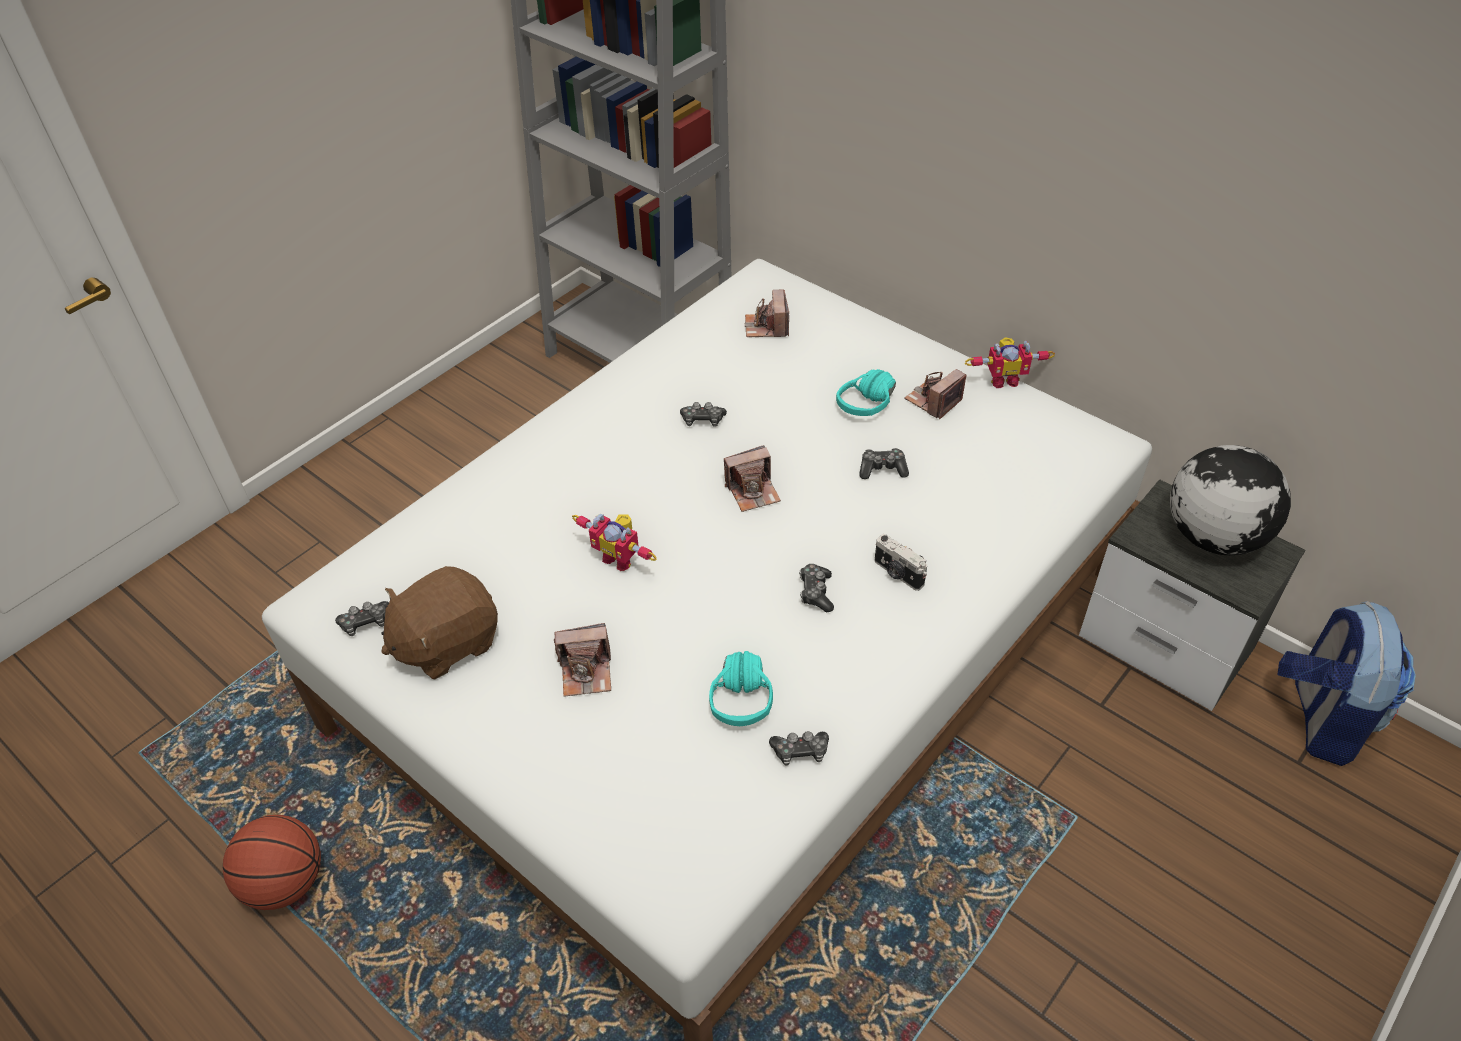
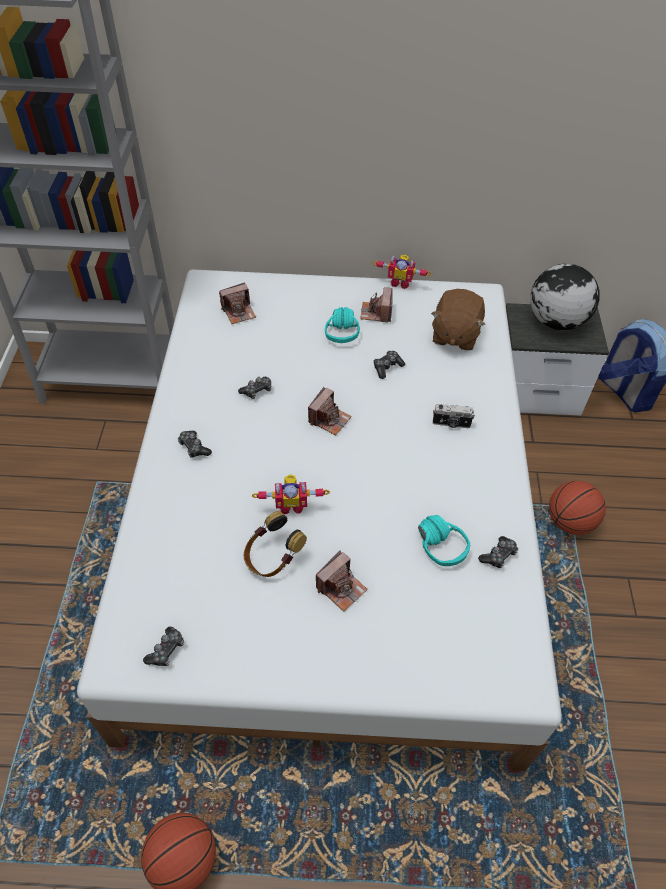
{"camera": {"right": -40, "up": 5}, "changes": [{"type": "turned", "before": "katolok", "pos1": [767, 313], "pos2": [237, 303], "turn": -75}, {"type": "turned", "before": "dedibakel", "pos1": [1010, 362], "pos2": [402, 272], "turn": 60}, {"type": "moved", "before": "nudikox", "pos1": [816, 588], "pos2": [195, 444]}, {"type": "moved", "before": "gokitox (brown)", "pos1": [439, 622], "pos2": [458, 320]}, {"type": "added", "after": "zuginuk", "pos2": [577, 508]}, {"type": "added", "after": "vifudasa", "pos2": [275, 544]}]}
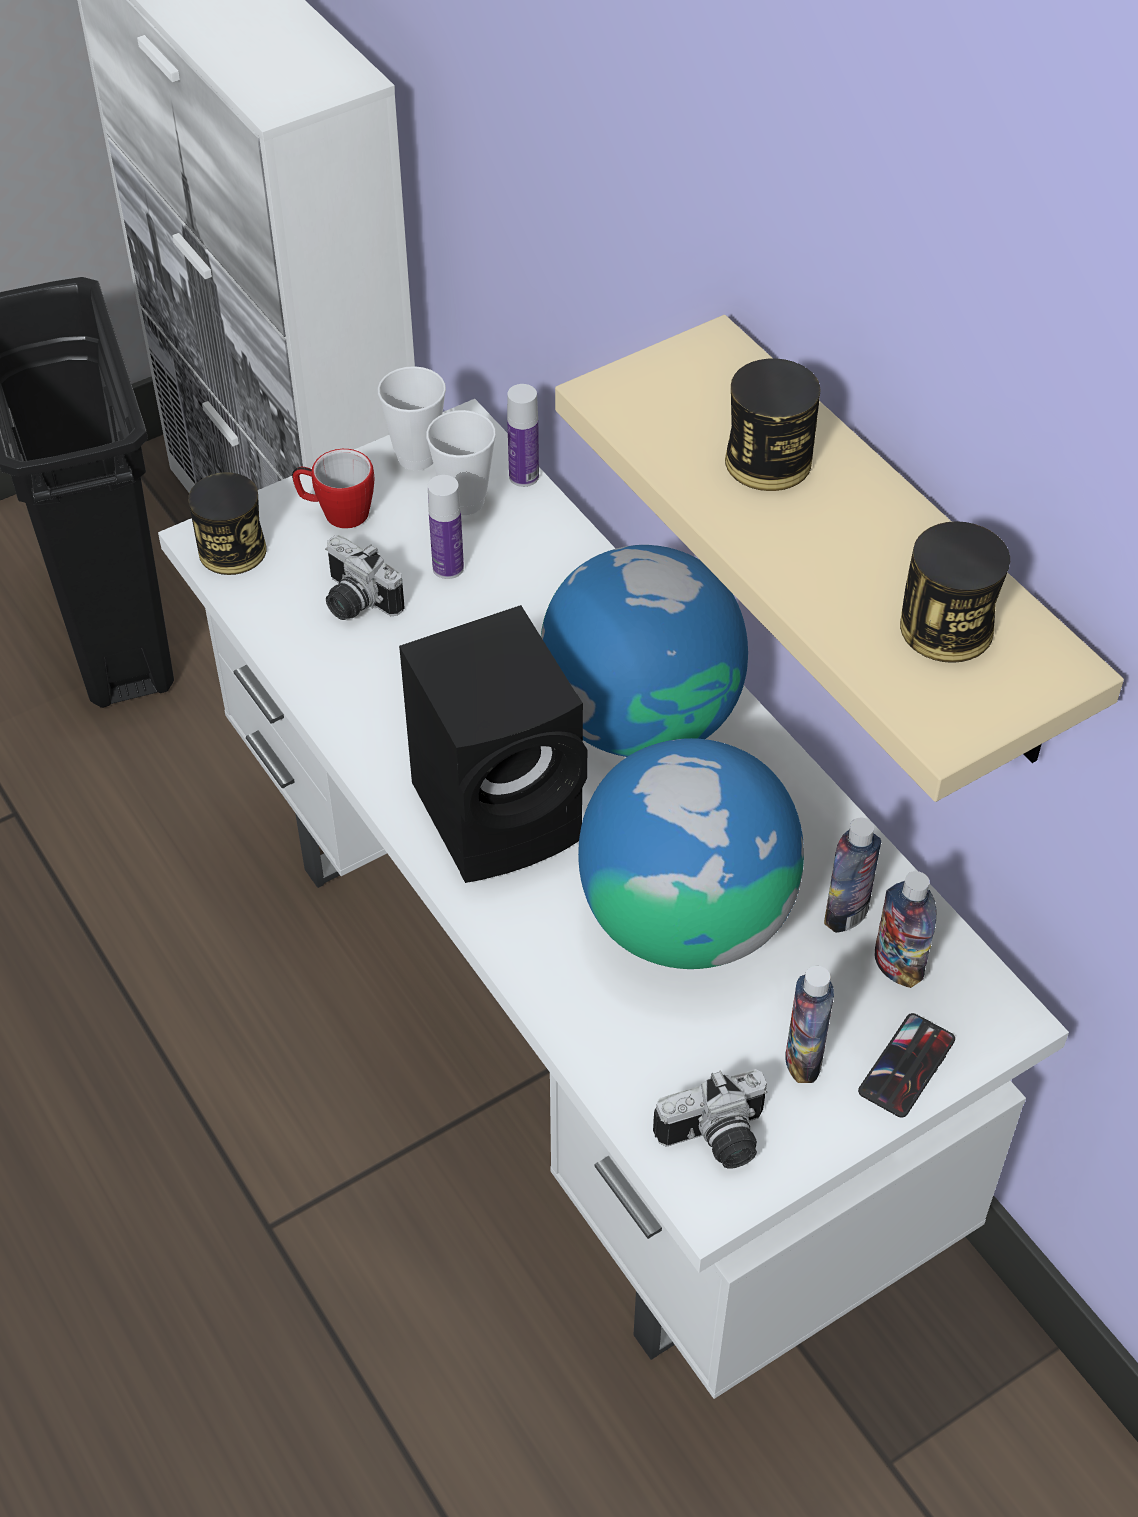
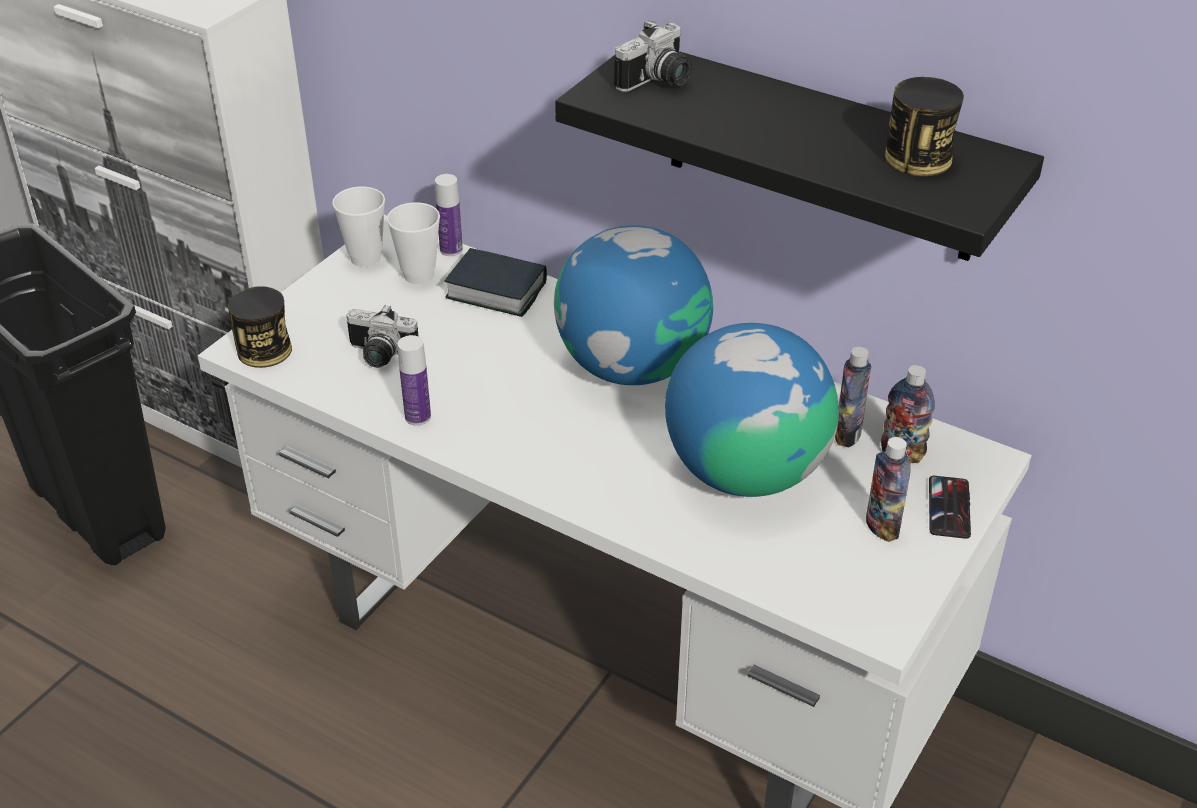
{"camera": {"right": -25, "up": -10}, "changes": [{"type": "recoloured", "before": "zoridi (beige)", "after": "zoridi (black)", "pos1": [839, 558], "pos2": [799, 156]}, {"type": "removed", "before": "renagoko", "pos1": [773, 424]}, {"type": "removed", "before": "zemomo", "pos1": [333, 488]}, {"type": "moved", "before": "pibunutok", "pos1": [446, 527], "pos2": [414, 380]}, {"type": "removed", "before": "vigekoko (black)", "pos1": [493, 744]}, {"type": "moved", "before": "katolok", "pos1": [710, 1119], "pos2": [653, 56]}, {"type": "added", "after": "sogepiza", "pos2": [496, 282]}]}
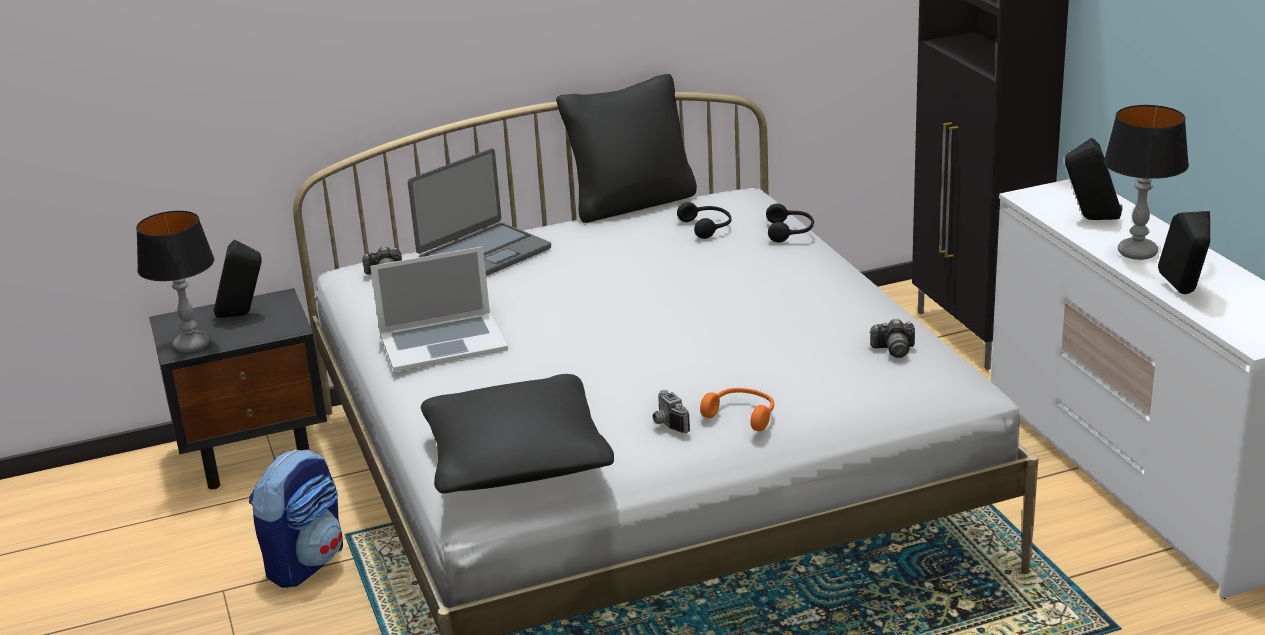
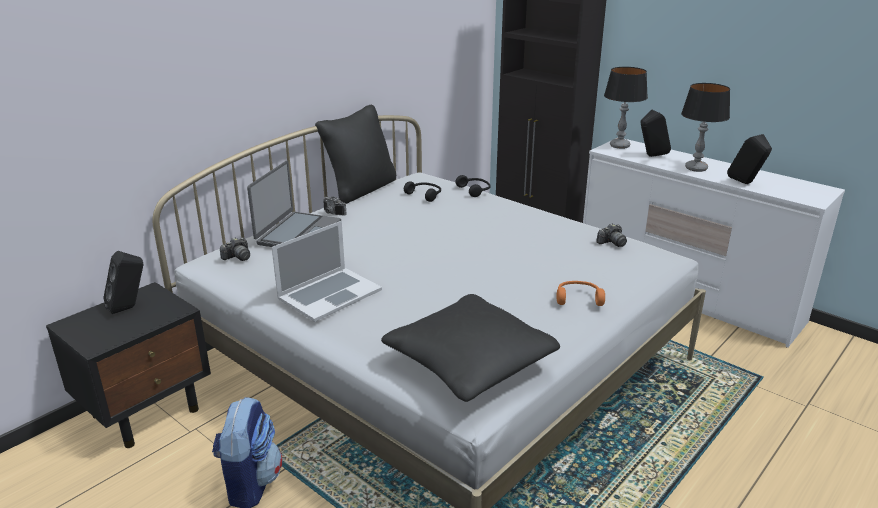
{"camera": {"right": -30, "up": 0}, "changes": [{"type": "moved", "before": "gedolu", "pos1": [175, 281], "pos2": [626, 108]}, {"type": "moved", "before": "katolok", "pos1": [671, 411], "pos2": [335, 205]}]}
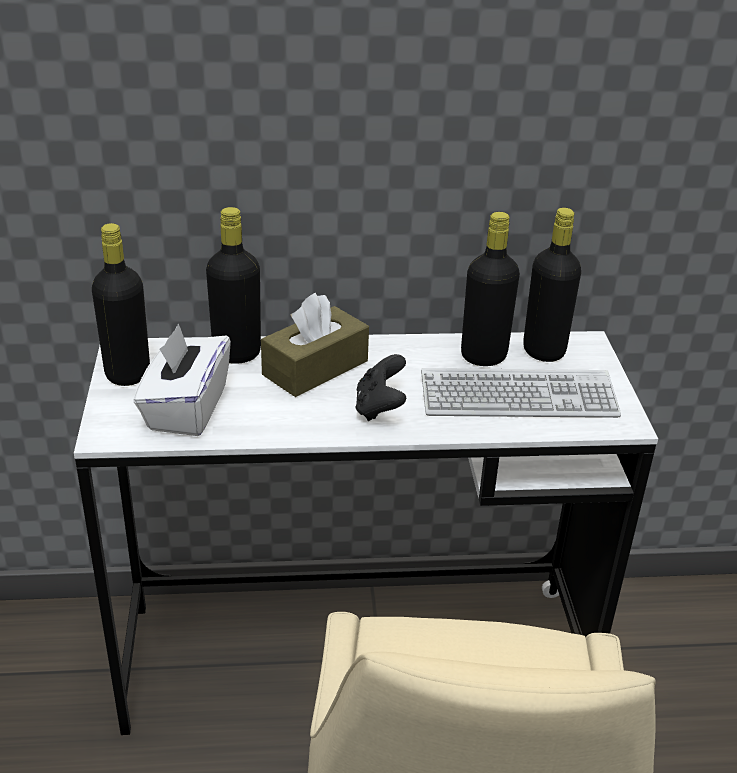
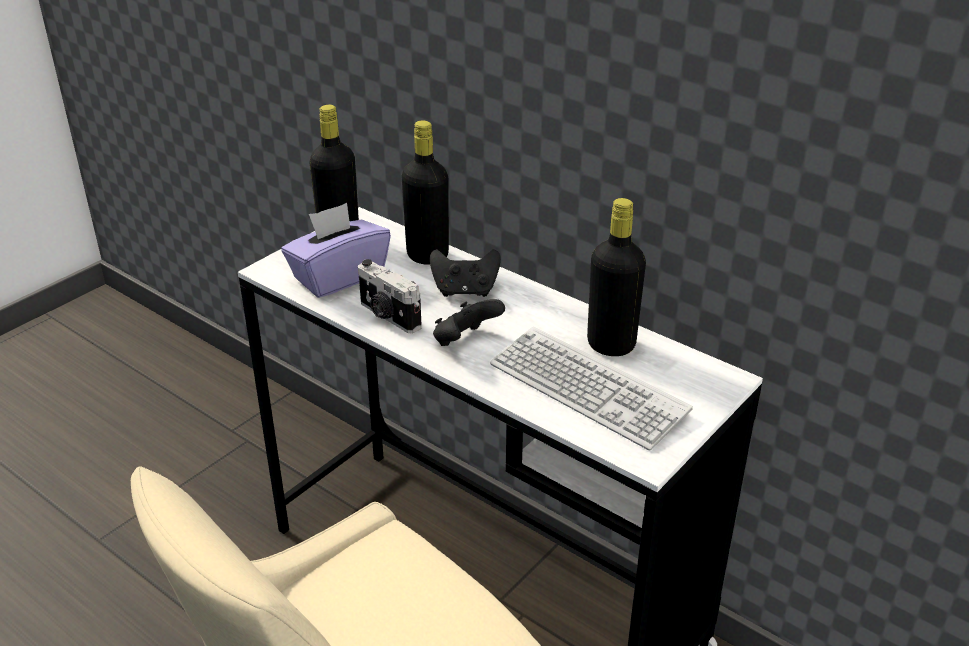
{"camera": {"right": 45, "up": 0}, "changes": [{"type": "removed", "before": "pibunutok (black)", "pos1": [552, 285]}, {"type": "replaced", "before": "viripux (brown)", "after": "nudikox (black)", "pos1": [315, 345], "pos2": [465, 273]}, {"type": "recoloured", "before": "viripux (white)", "after": "viripux (purple)", "pos1": [182, 380], "pos2": [336, 250]}, {"type": "added", "after": "katolok", "pos2": [390, 296]}]}
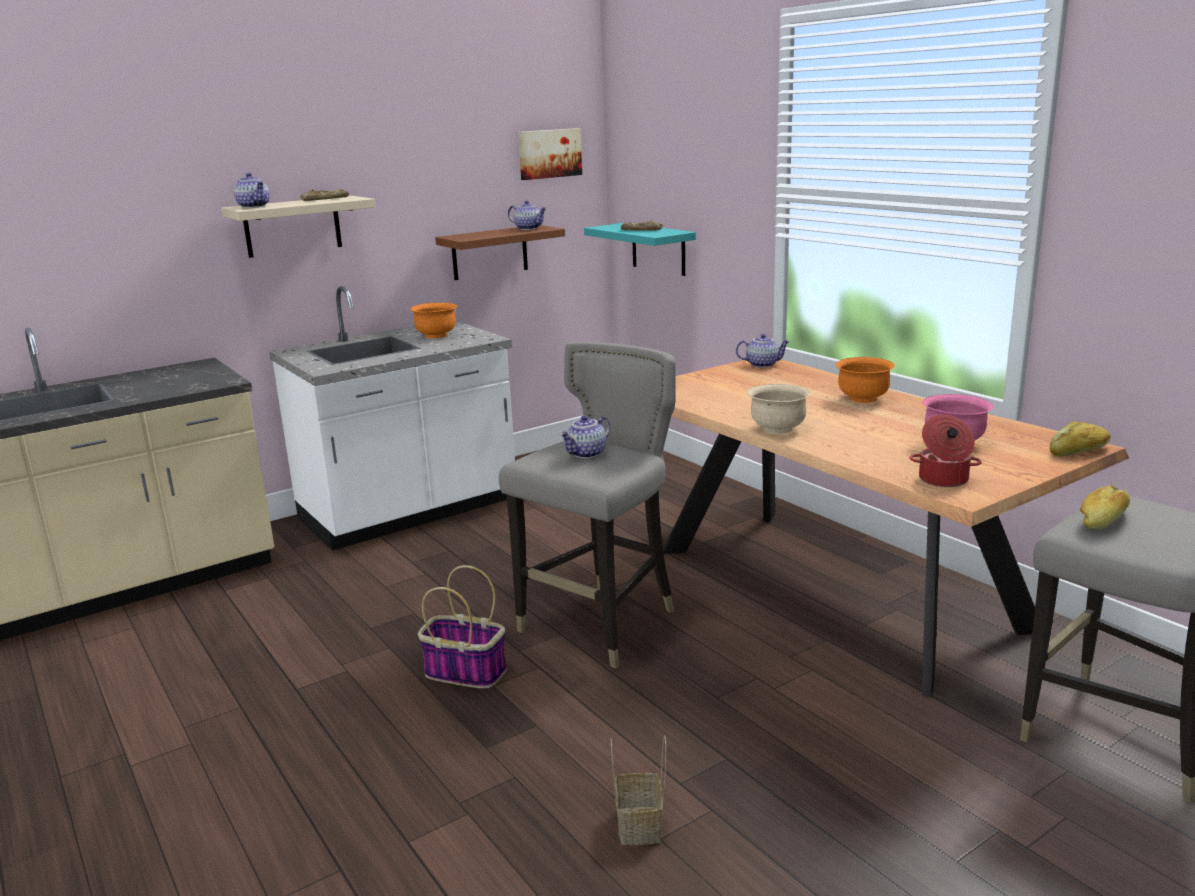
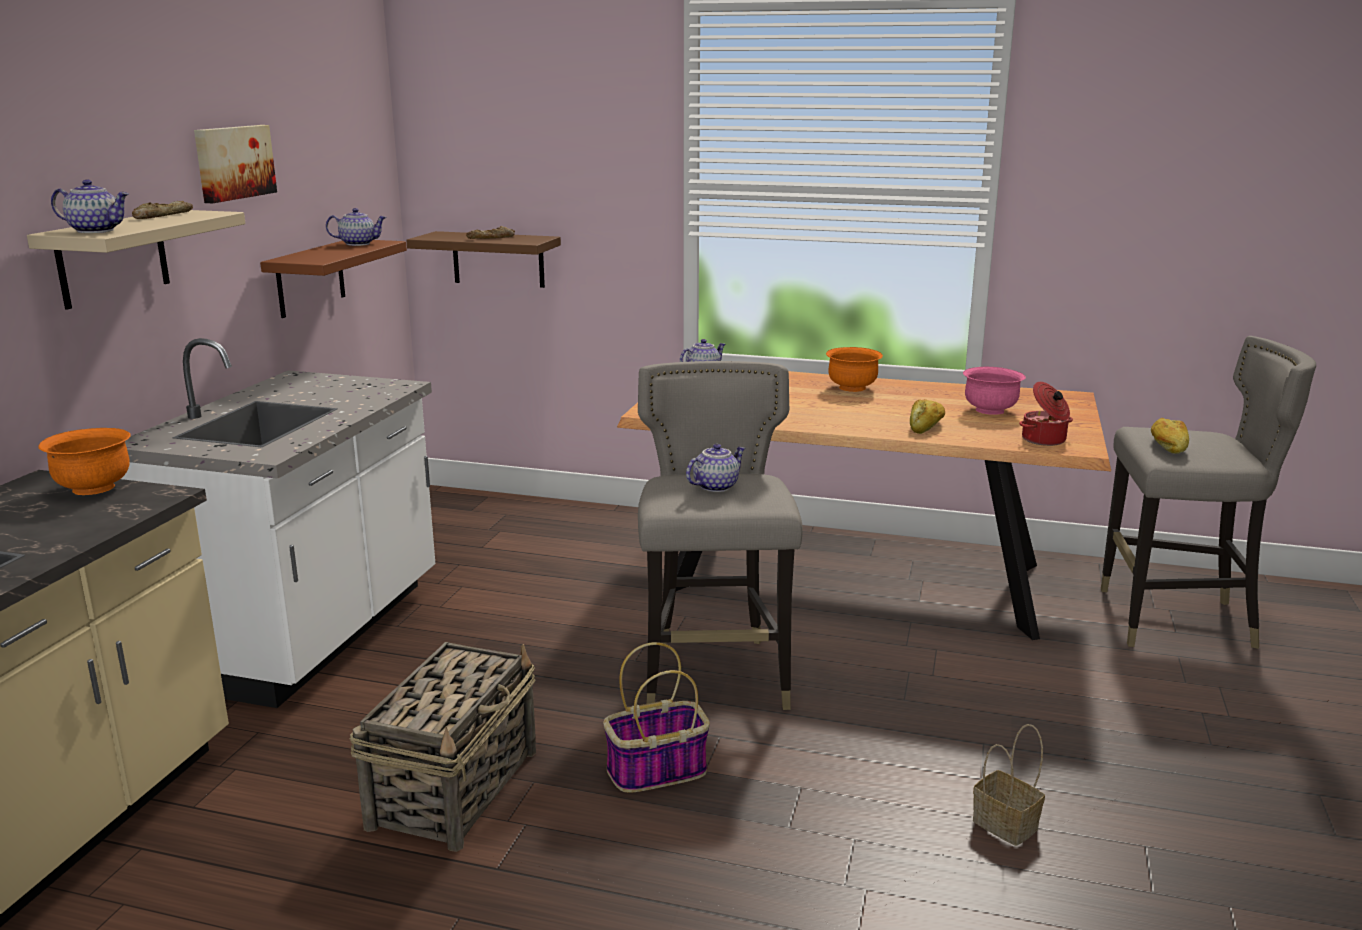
{"camera": {"right": -40, "up": 0}, "changes": [{"type": "moved", "before": "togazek", "pos1": [550, 154], "pos2": [235, 164]}, {"type": "recoloured", "before": "zoridi (turquoise)", "after": "zoridi (brown)", "pos1": [640, 249], "pos2": [483, 259]}, {"type": "moved", "before": "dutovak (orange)", "pos1": [433, 320], "pos2": [84, 461]}, {"type": "removed", "before": "dutovak (beige)", "pos1": [778, 409]}, {"type": "turned", "before": "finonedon", "pos1": [585, 436], "pos2": [715, 468], "turn": -135}, {"type": "moved", "before": "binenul", "pos1": [1080, 439], "pos2": [927, 416]}, {"type": "added", "after": "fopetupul", "pos2": [442, 747]}]}
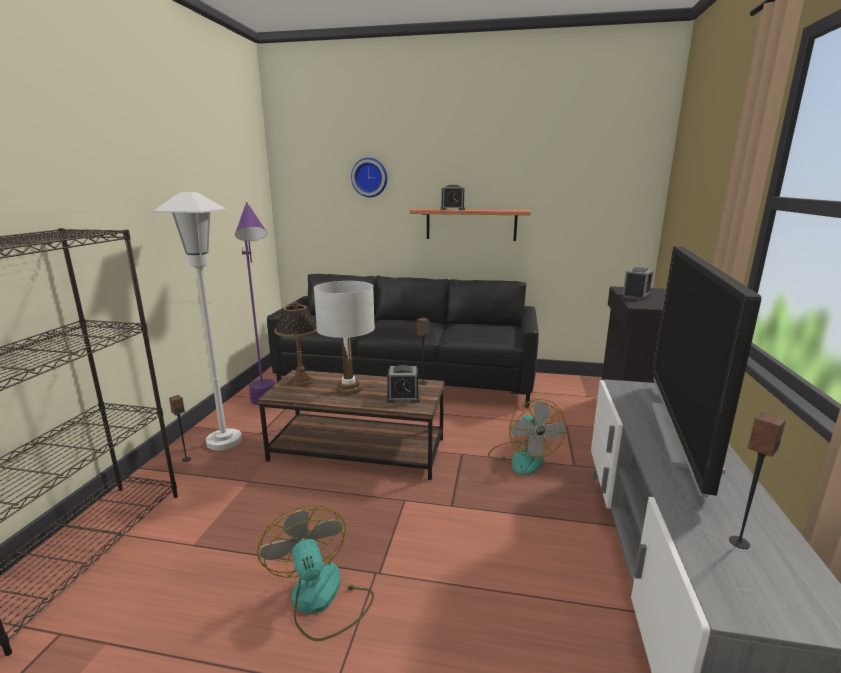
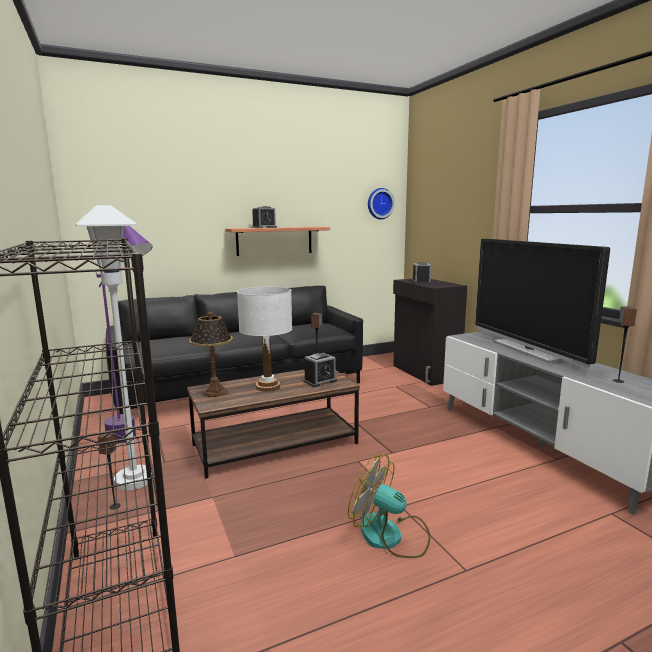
{"camera": {"right": -35, "up": -5}, "changes": [{"type": "moved", "before": "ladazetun", "pos1": [369, 177], "pos2": [381, 203]}, {"type": "removed", "before": "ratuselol", "pos1": [527, 437]}]}
